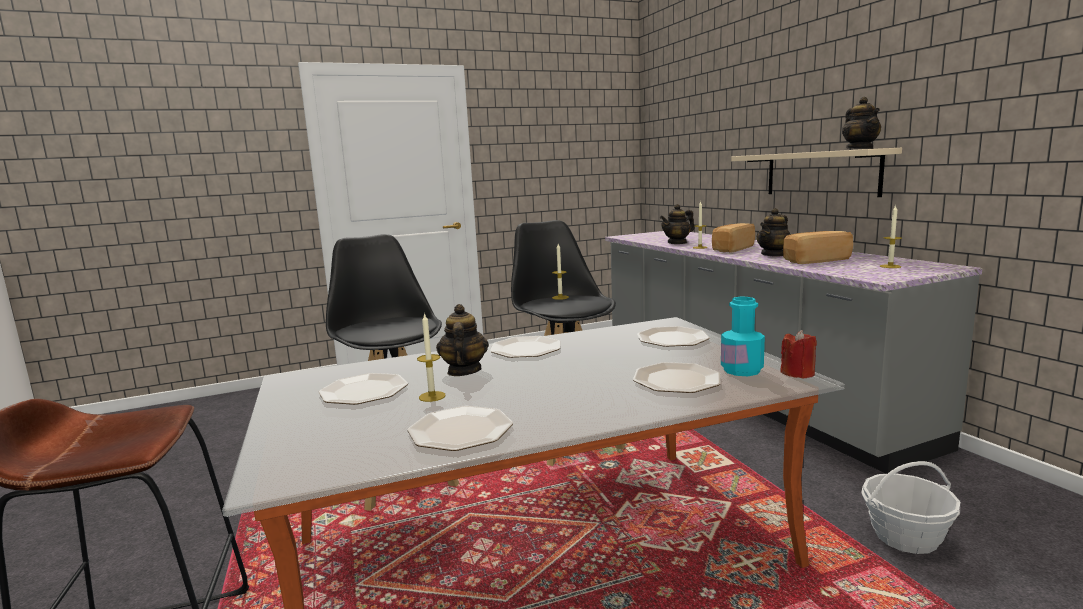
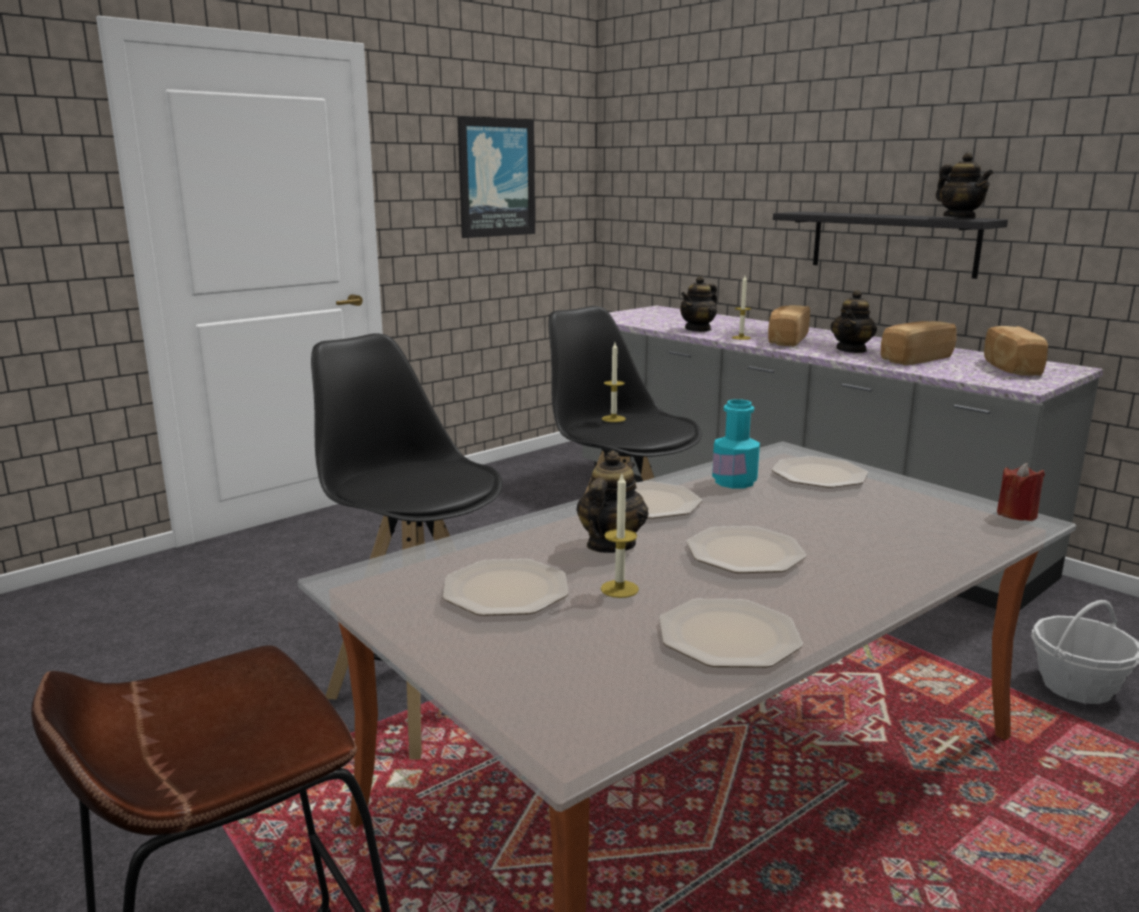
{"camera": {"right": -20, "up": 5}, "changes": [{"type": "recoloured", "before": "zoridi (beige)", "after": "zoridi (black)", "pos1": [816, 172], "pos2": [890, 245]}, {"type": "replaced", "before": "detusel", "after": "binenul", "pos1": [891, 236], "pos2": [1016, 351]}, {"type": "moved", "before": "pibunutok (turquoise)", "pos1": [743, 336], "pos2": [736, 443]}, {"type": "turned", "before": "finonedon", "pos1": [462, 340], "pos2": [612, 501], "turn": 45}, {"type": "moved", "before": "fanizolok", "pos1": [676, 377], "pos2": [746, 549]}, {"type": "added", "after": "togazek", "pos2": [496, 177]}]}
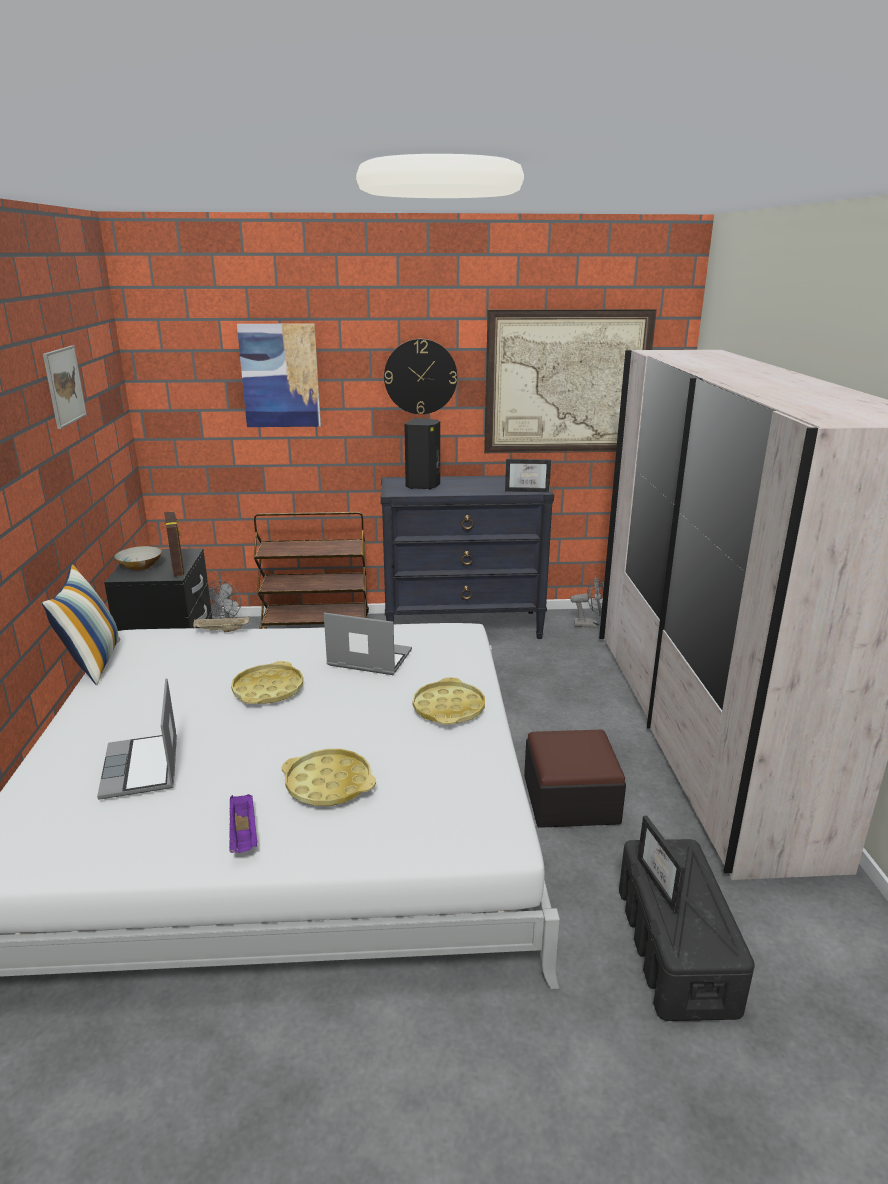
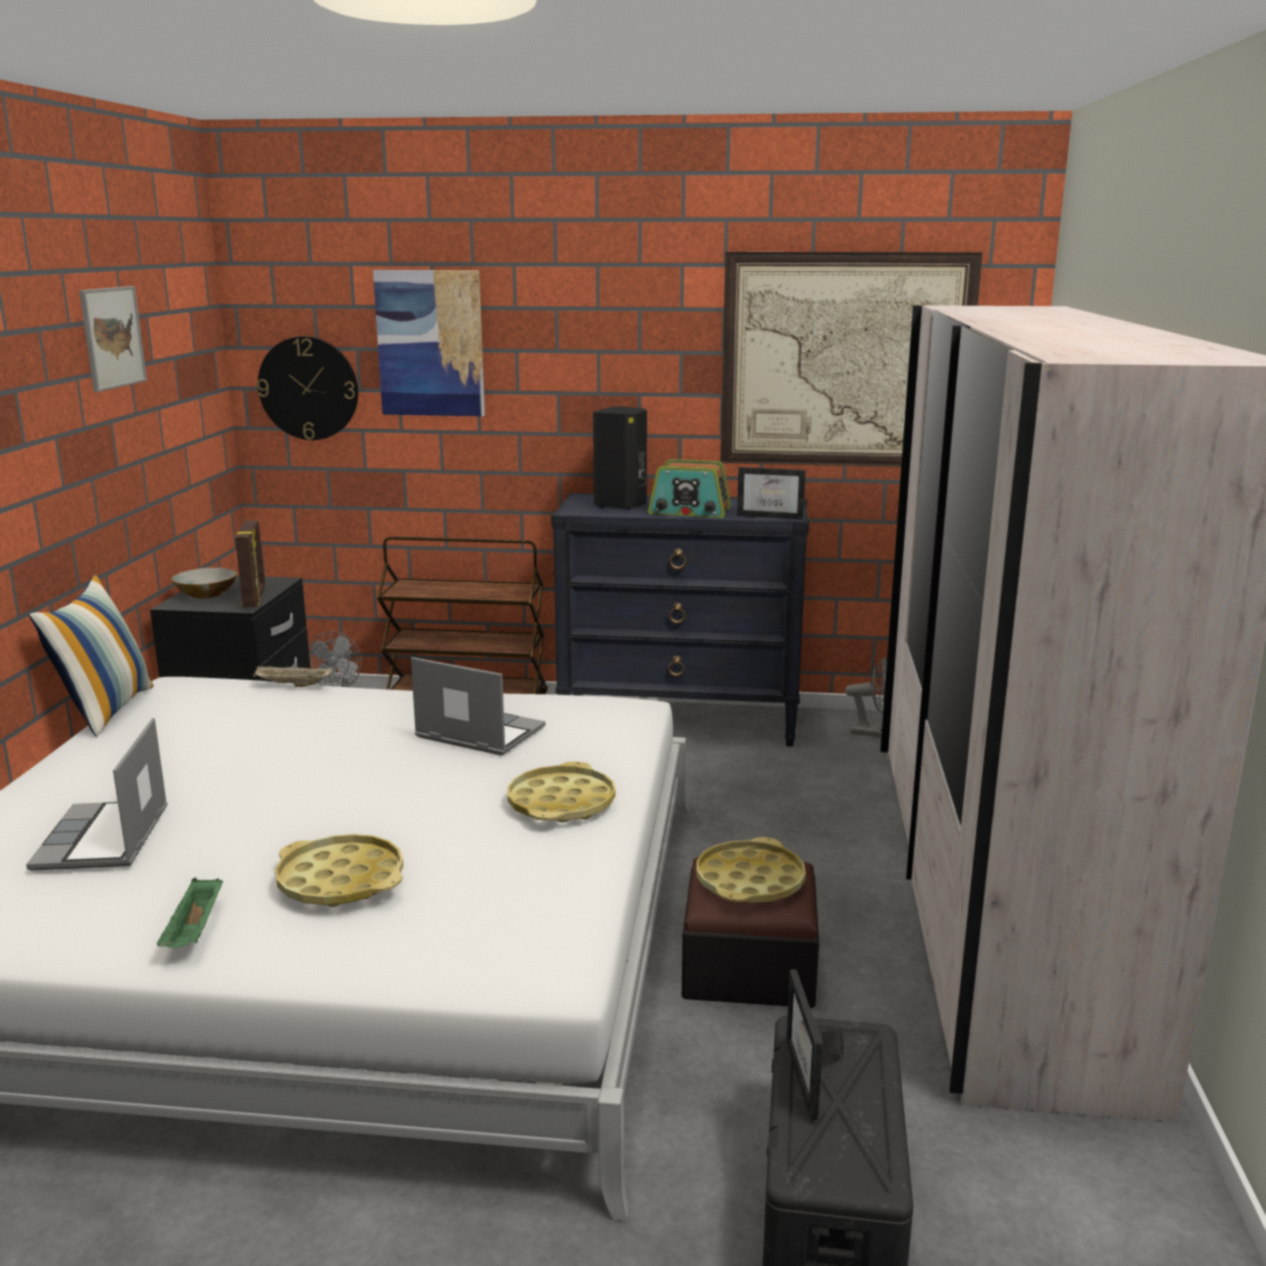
{"camera": {"right": 10, "up": -5}, "changes": [{"type": "moved", "before": "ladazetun", "pos1": [420, 376], "pos2": [307, 388]}, {"type": "moved", "before": "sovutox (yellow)", "pos1": [267, 682], "pos2": [751, 870]}, {"type": "recoloured", "before": "sovutox (purple)", "after": "sovutox (green)", "pos1": [243, 823], "pos2": [190, 912]}, {"type": "added", "after": "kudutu", "pos2": [689, 488]}]}
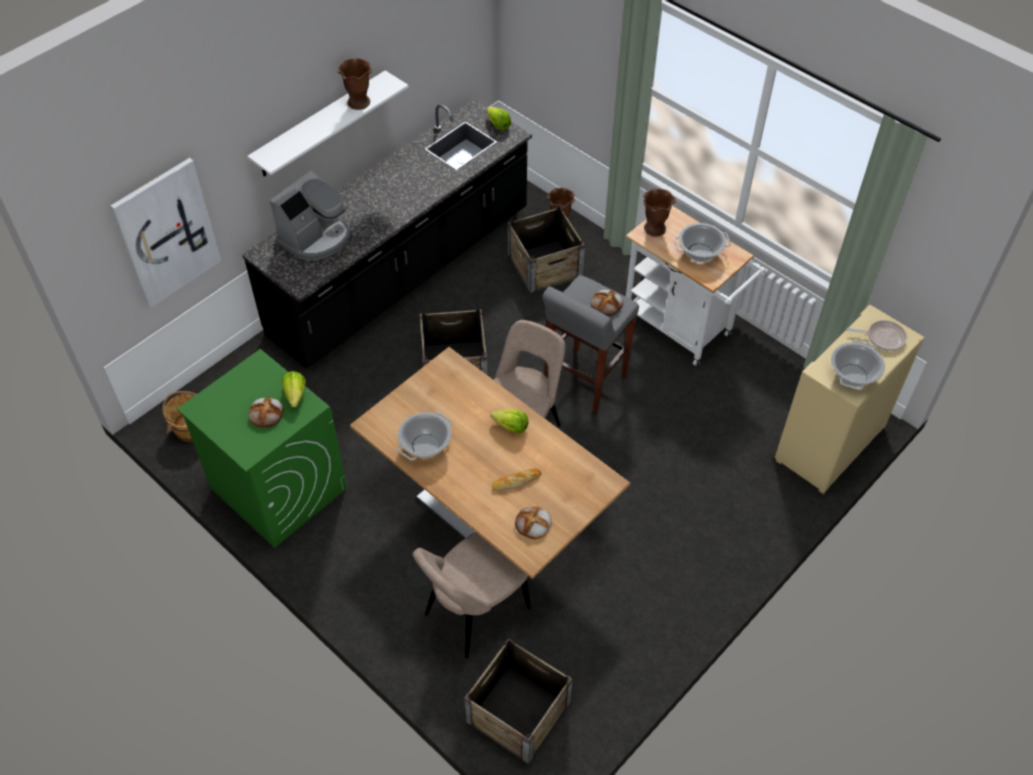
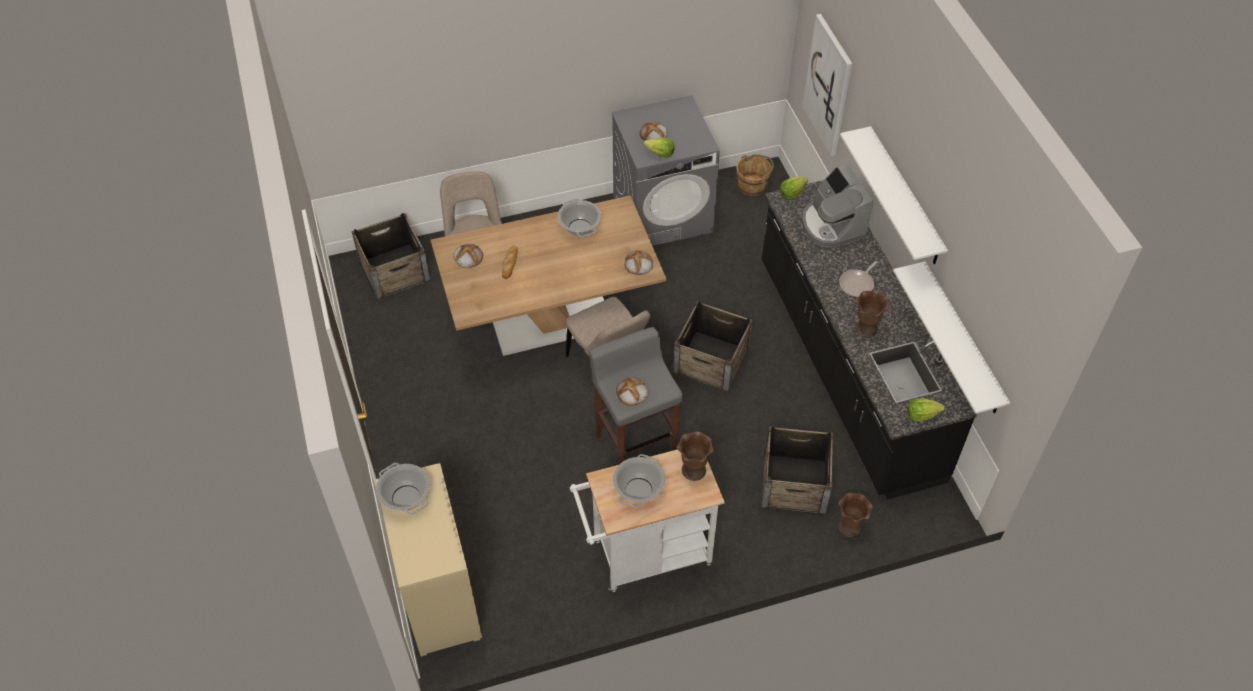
{"camera": {"right": 120, "up": 0}, "changes": [{"type": "moved", "before": "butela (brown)", "pos1": [354, 84], "pos2": [872, 313]}, {"type": "moved", "before": "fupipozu", "pos1": [877, 335], "pos2": [858, 279]}, {"type": "recoloured", "before": "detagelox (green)", "after": "detagelox (grey)", "pos1": [262, 448], "pos2": [666, 170]}, {"type": "moved", "before": "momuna", "pos1": [509, 421], "pos2": [794, 188]}, {"type": "added", "after": "binenul", "pos2": [639, 262]}, {"type": "added", "after": "zoridi (white)", "pos2": [951, 337]}]}
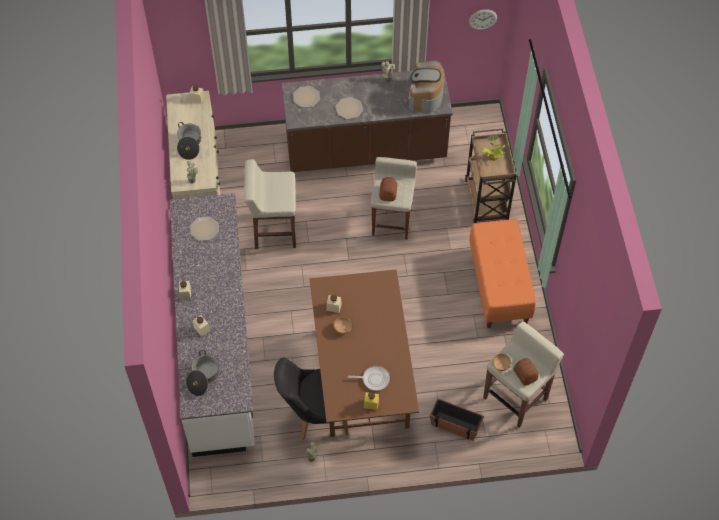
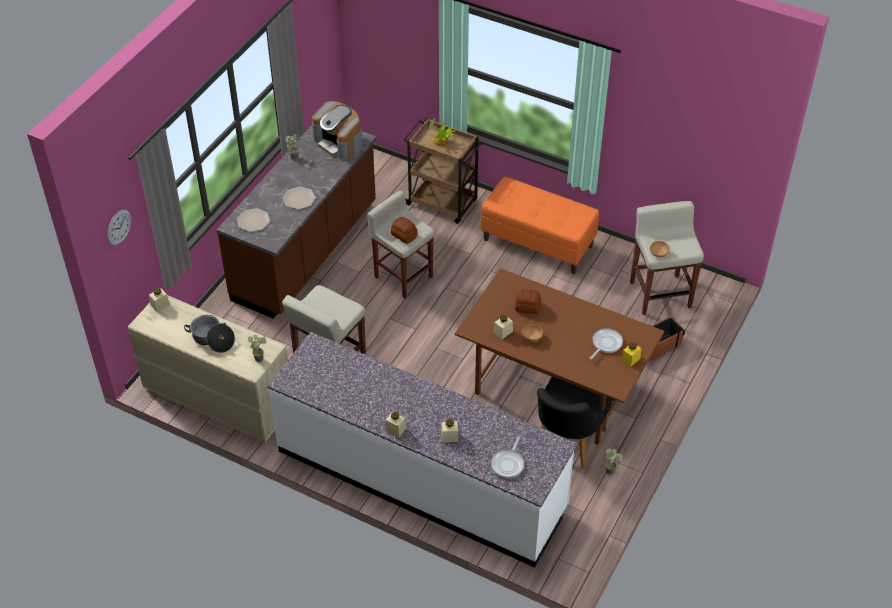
{"camera": {"right": -55, "up": -10}, "changes": [{"type": "moved", "before": "ladazetun", "pos1": [483, 19], "pos2": [119, 227]}, {"type": "removed", "before": "fanizolok", "pos1": [204, 228]}, {"type": "replaced", "before": "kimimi", "after": "fupipozu", "pos1": [202, 373], "pos2": [507, 457]}, {"type": "moved", "before": "binenul", "pos1": [526, 372], "pos2": [528, 301]}]}
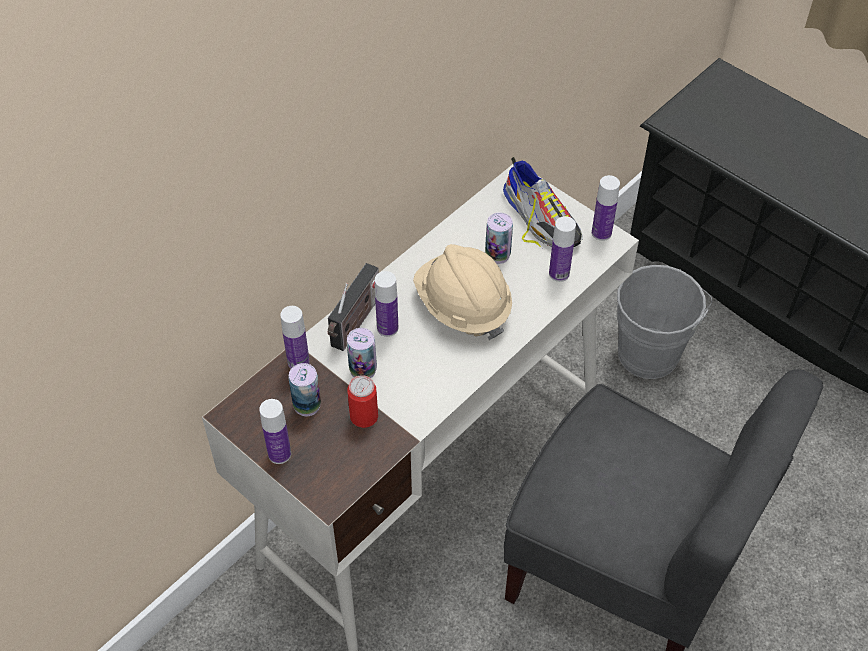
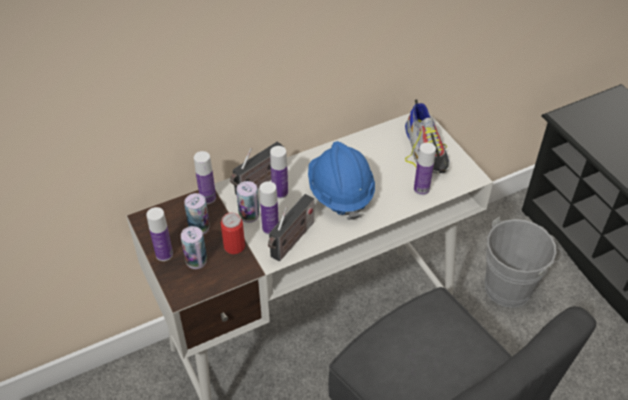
{"camera": {"right": 20, "up": -5}, "changes": [{"type": "moved", "before": "pibunutok", "pos1": [606, 208], "pos2": [269, 208]}, {"type": "moved", "before": "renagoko", "pos1": [499, 238], "pos2": [194, 247]}, {"type": "recoloured", "before": "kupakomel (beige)", "after": "kupakomel (blue)", "pos1": [462, 292], "pos2": [341, 180]}, {"type": "added", "after": "kudutu", "pos2": [291, 227]}]}
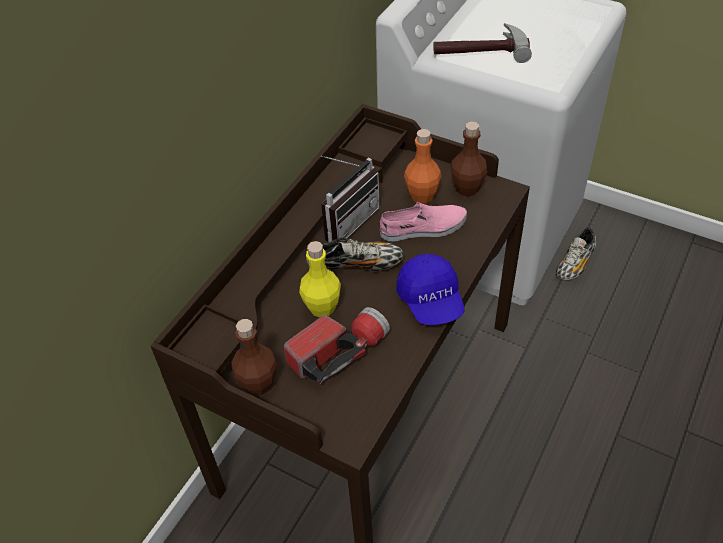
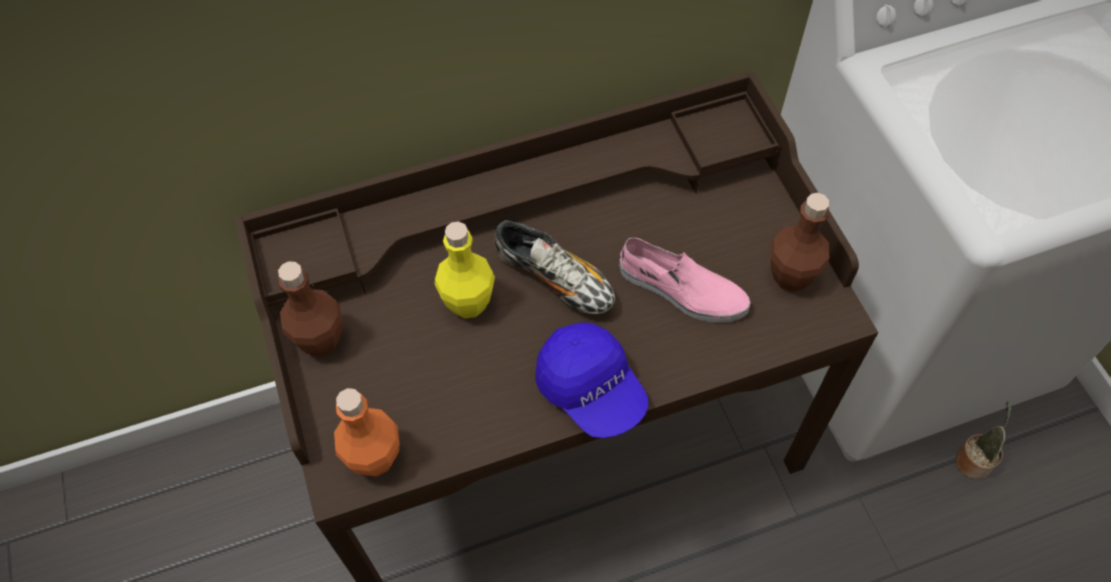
{"camera": {"right": 40, "up": 10}, "changes": [{"type": "removed", "before": "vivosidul", "pos1": [482, 43]}, {"type": "moved", "before": "pibunutok (orange)", "pos1": [423, 166], "pos2": [366, 432]}, {"type": "removed", "before": "kudutu", "pos1": [350, 199]}, {"type": "replaced", "before": "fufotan", "after": "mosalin", "pos1": [576, 254], "pos2": [983, 440]}, {"type": "turned", "before": "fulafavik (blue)", "pos1": [430, 289], "pos2": [591, 380], "turn": -60}, {"type": "removed", "before": "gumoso", "pos1": [337, 346]}]}
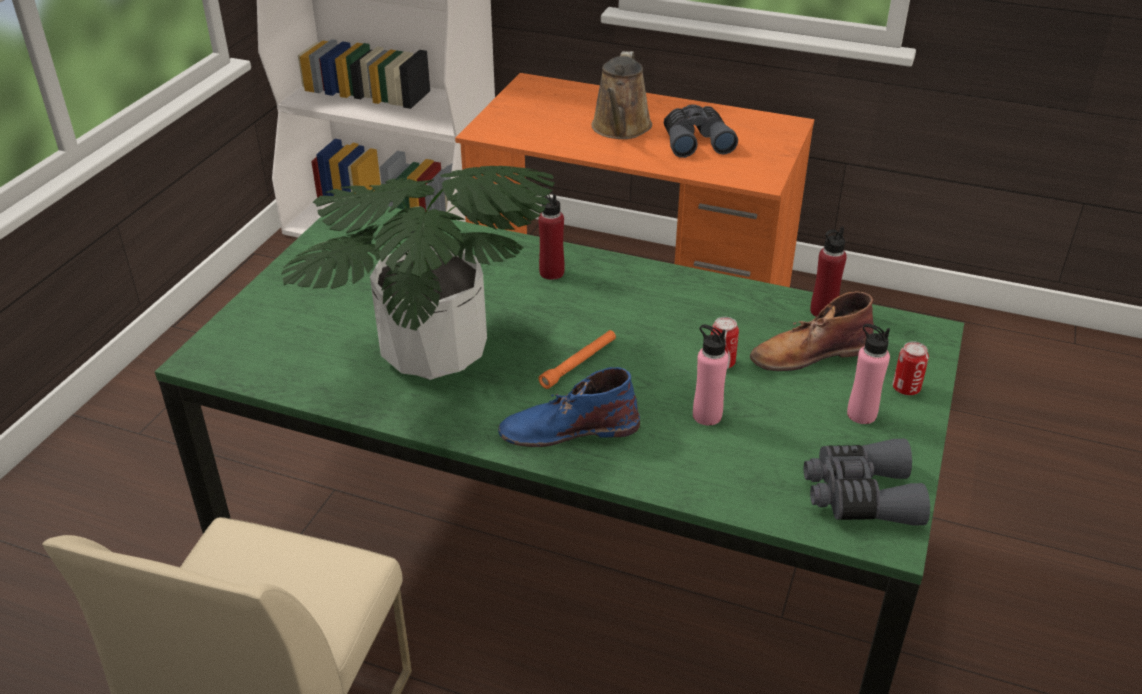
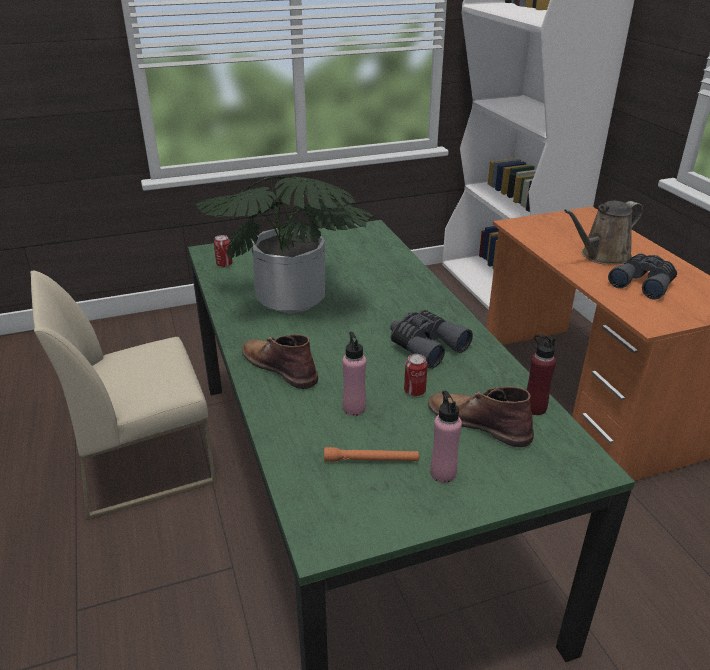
{"camera": {"right": 50, "up": -5}, "changes": [{"type": "removed", "before": "pibunutok (red)", "pos1": [551, 233]}, {"type": "moved", "before": "gumoso (orange)", "pos1": [577, 359], "pos2": [371, 454]}, {"type": "moved", "before": "renagoko", "pos1": [911, 368], "pos2": [223, 251]}, {"type": "recoloured", "before": "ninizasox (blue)", "after": "ninizasox (brown)", "pos1": [569, 407], "pos2": [280, 361]}, {"type": "moved", "before": "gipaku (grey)", "pos1": [867, 482], "pos2": [431, 339]}]}
